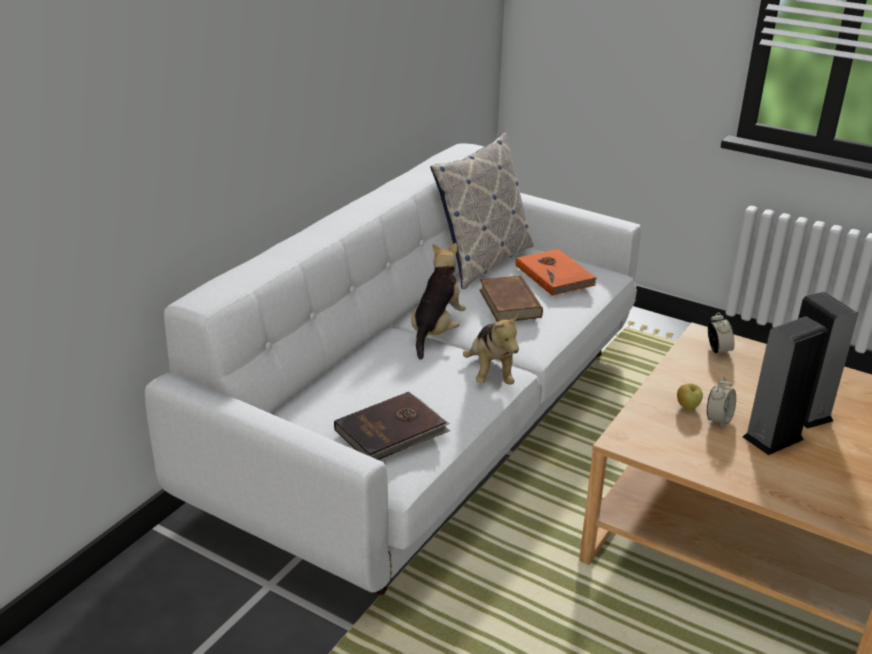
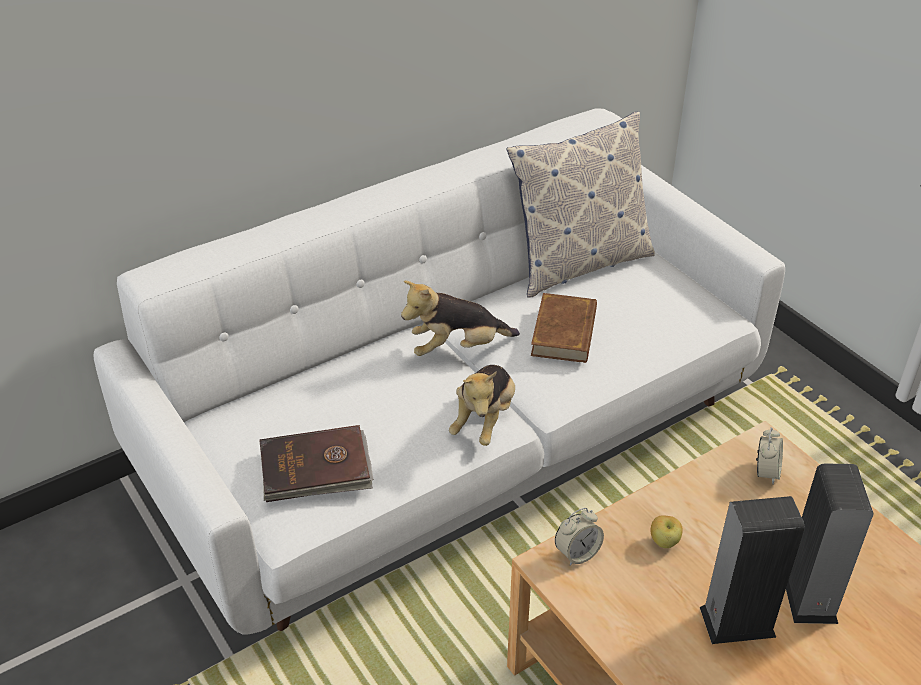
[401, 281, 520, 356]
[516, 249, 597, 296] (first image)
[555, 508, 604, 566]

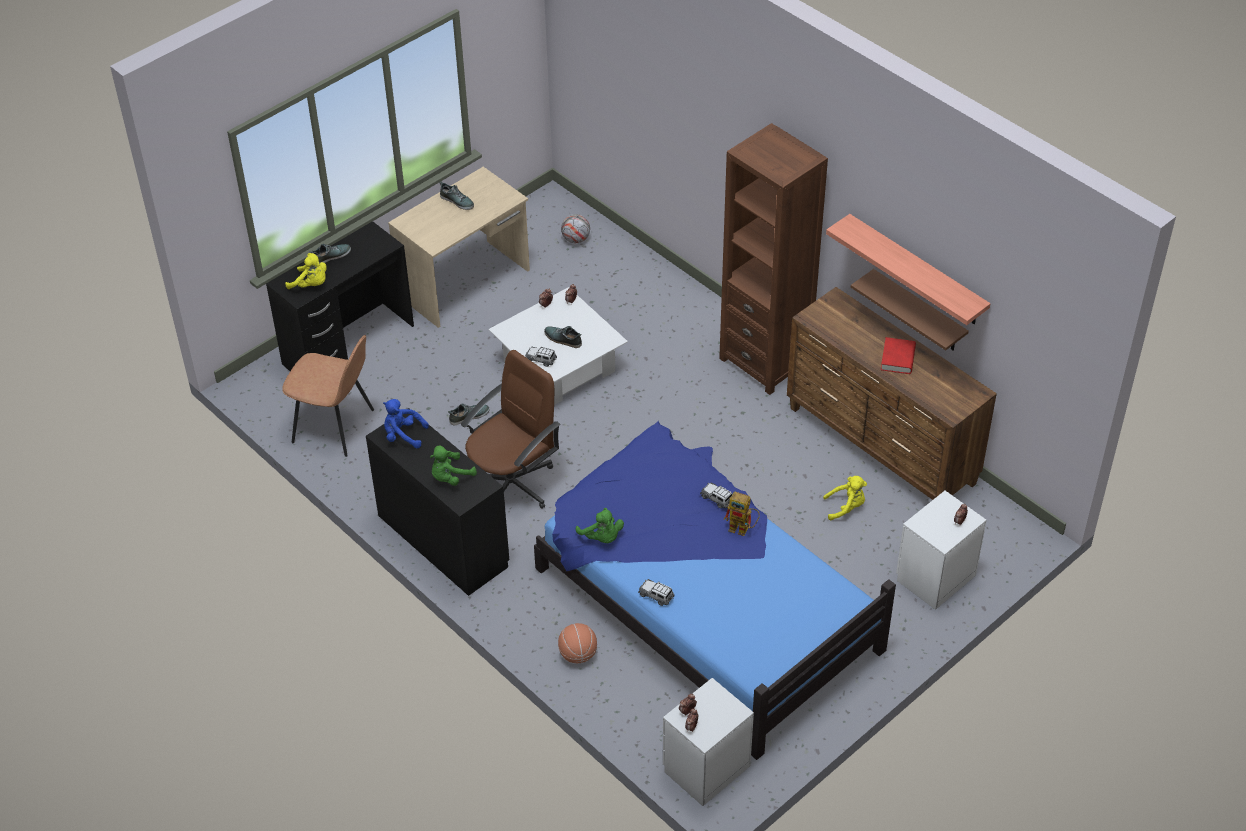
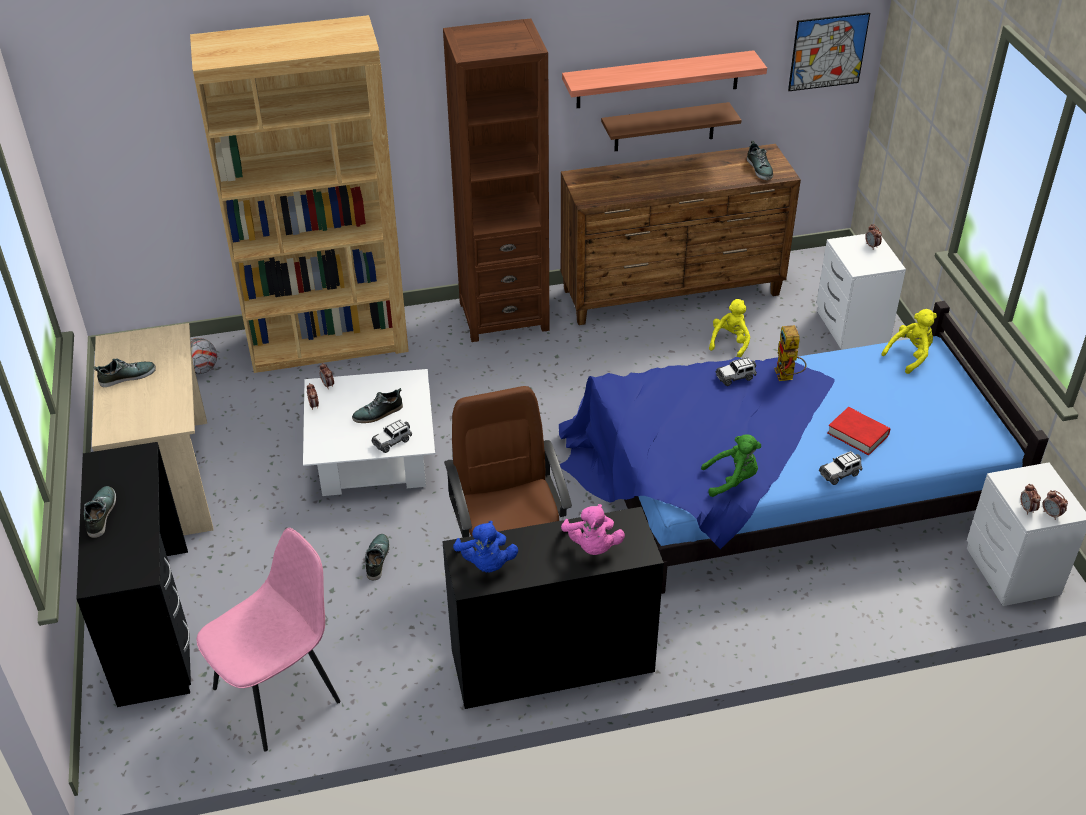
[196, 528, 341, 752]
[882, 309, 937, 374]
[453, 521, 518, 573]
[561, 504, 625, 555]
[558, 623, 597, 663] (first image)
[774, 325, 807, 381]
[827, 407, 890, 455]
[190, 15, 409, 373]
[747, 141, 773, 180]
[788, 12, 870, 91]

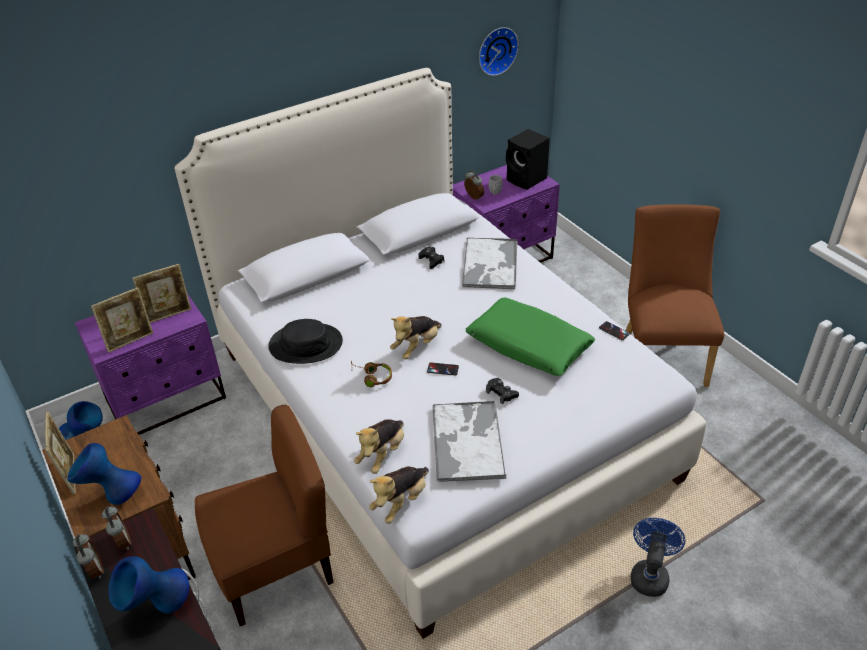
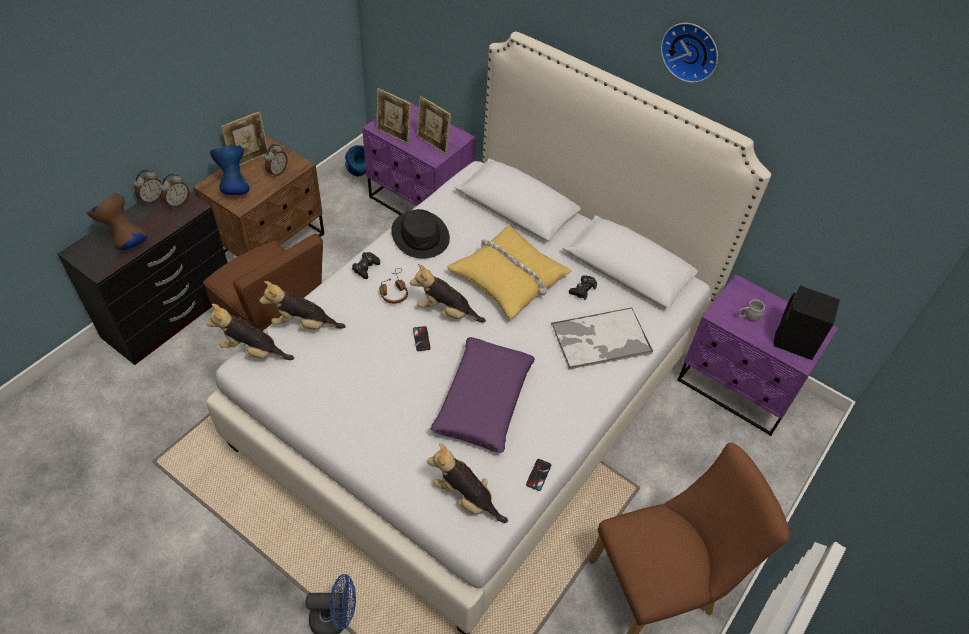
[86, 193, 147, 250]
[432, 401, 506, 483] (first image)
[264, 144, 288, 177]
[430, 337, 535, 453]
[661, 23, 718, 83]
[352, 252, 380, 279]
[427, 443, 508, 523]
[447, 225, 571, 319]

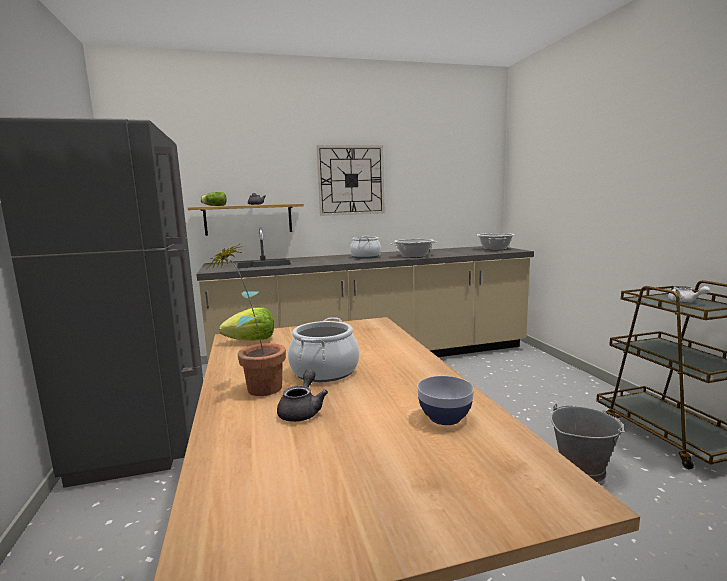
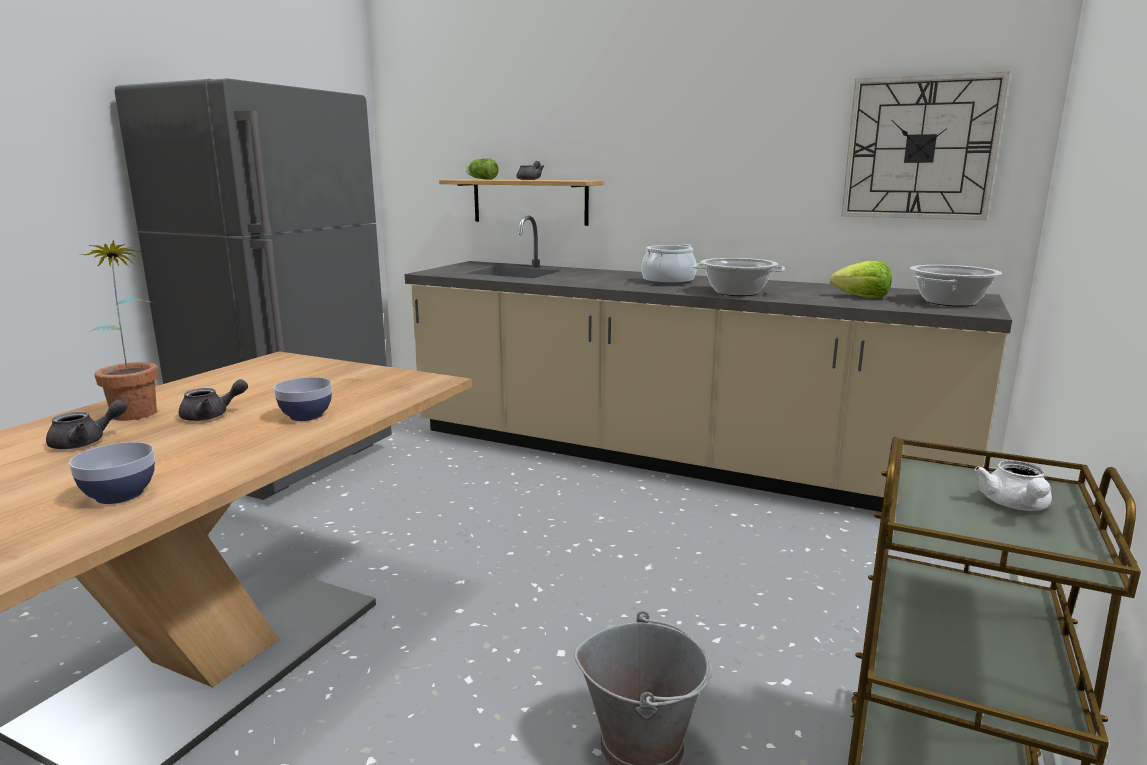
[830, 261, 892, 298]
[179, 379, 248, 421]
[841, 72, 1010, 220]
[273, 377, 332, 421]

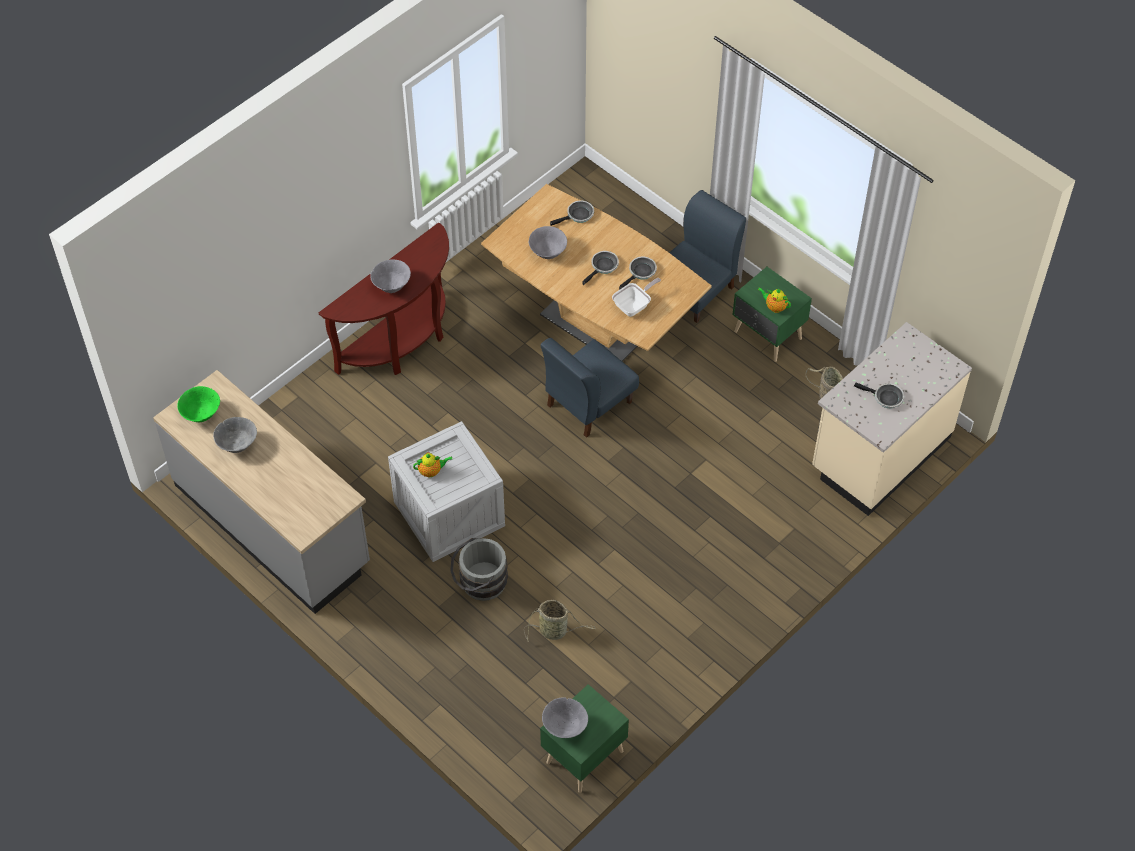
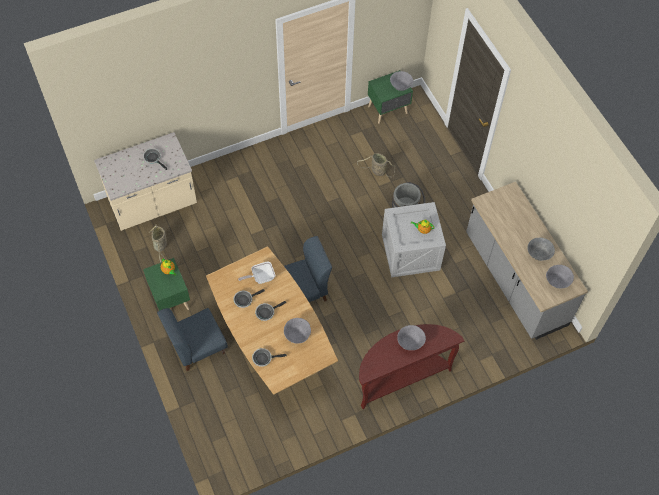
[546, 265, 574, 288]

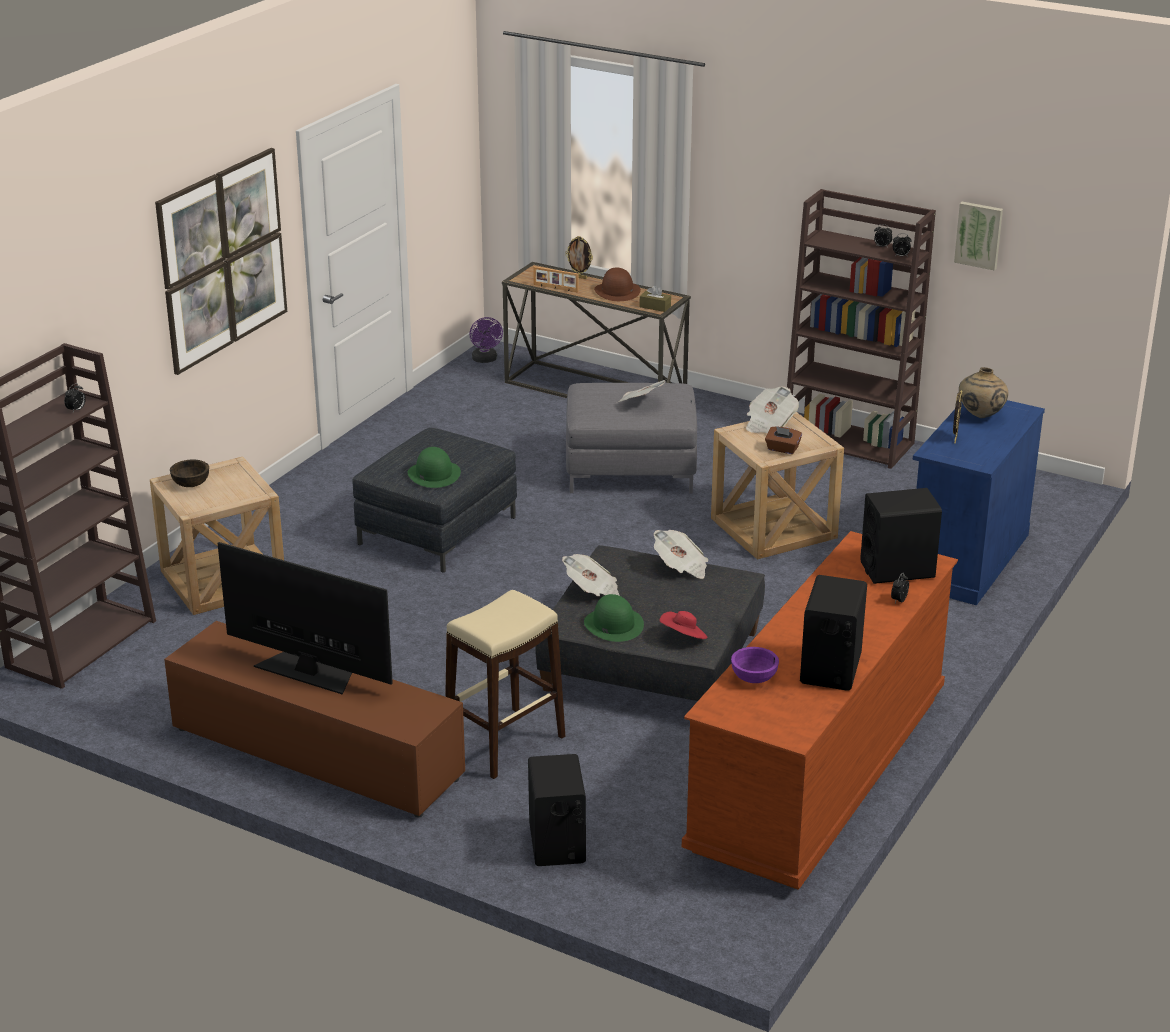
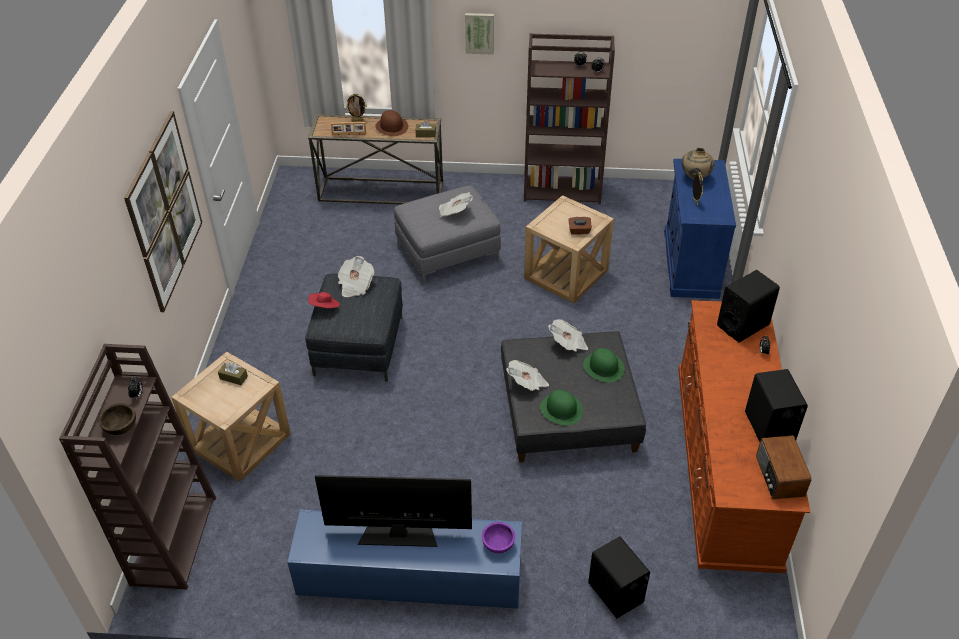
[287, 509, 522, 609]
[98, 403, 136, 435]
[583, 348, 624, 382]
[445, 590, 565, 779] (first image)
[470, 317, 503, 363] (first image)
[308, 292, 340, 308]
[482, 522, 515, 553]
[338, 256, 374, 297]
[465, 13, 494, 55]
[218, 362, 248, 385]
[756, 435, 811, 500]

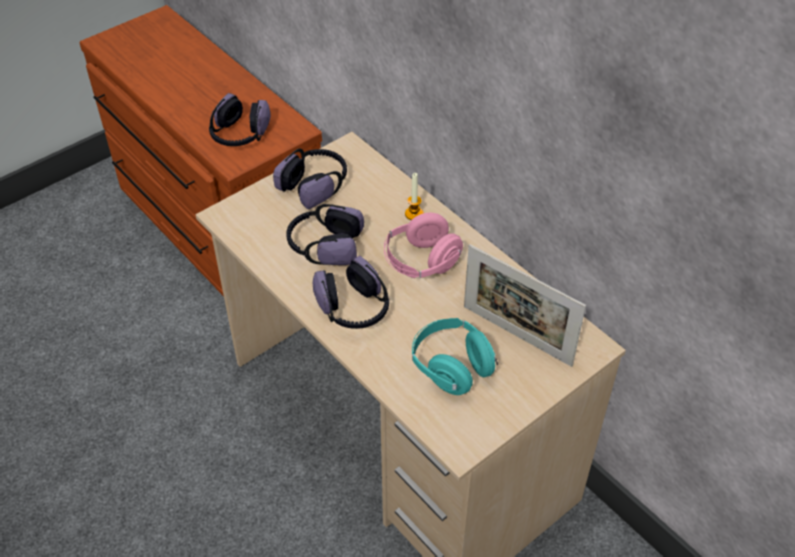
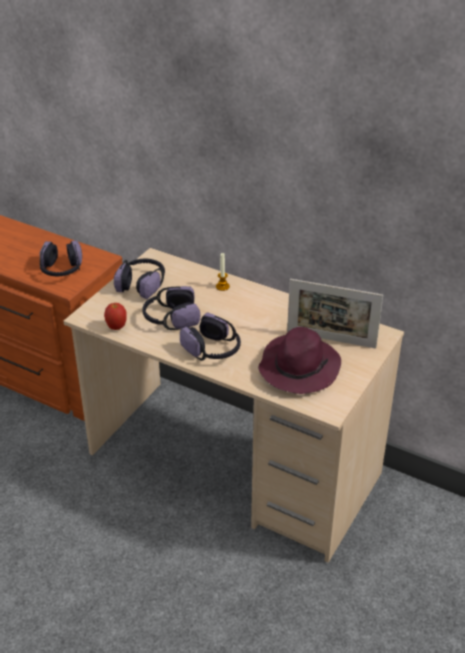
[384, 213, 463, 278] (first image)
[258, 327, 341, 394]
[104, 303, 127, 330]

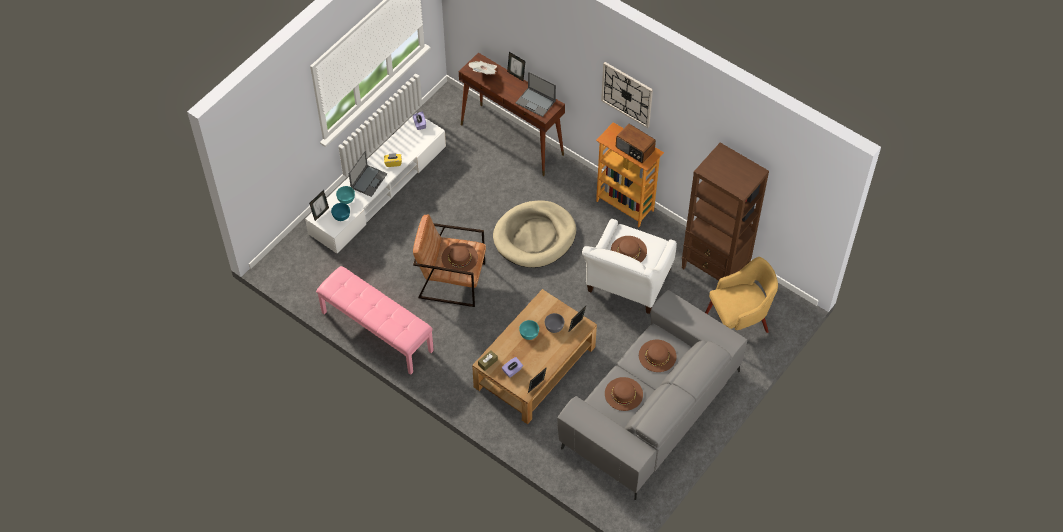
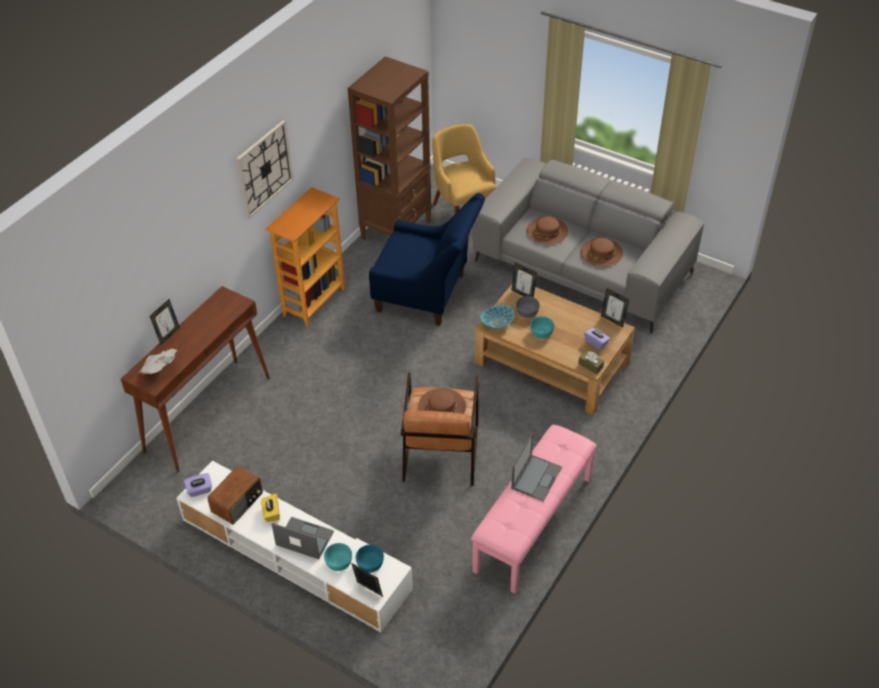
[493, 200, 576, 268] (first image)
[511, 433, 562, 502]
[369, 193, 485, 326]
[611, 236, 647, 262] (first image)
[207, 466, 263, 525]
[480, 305, 514, 329]

